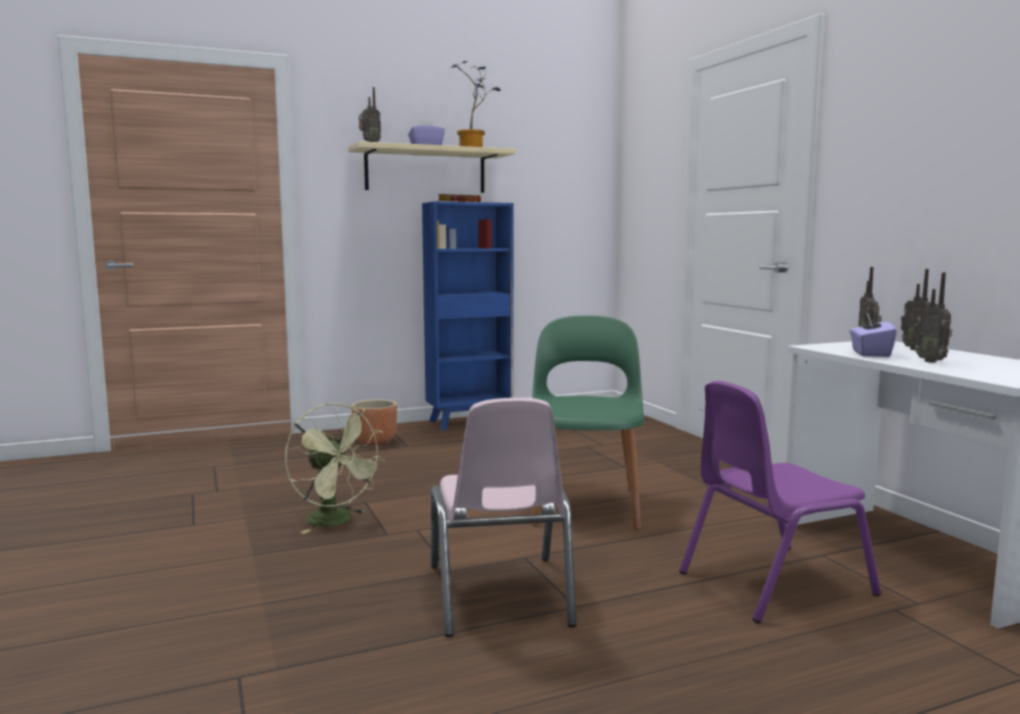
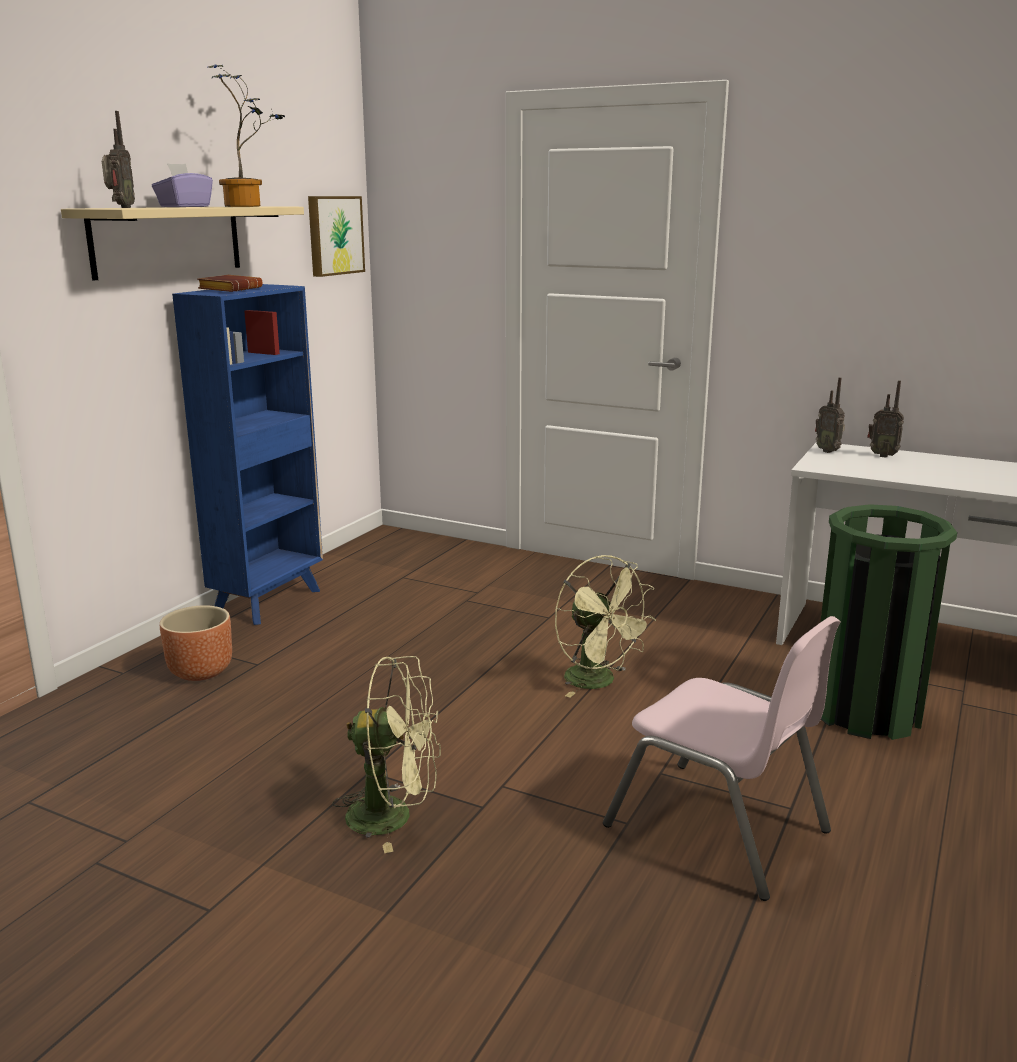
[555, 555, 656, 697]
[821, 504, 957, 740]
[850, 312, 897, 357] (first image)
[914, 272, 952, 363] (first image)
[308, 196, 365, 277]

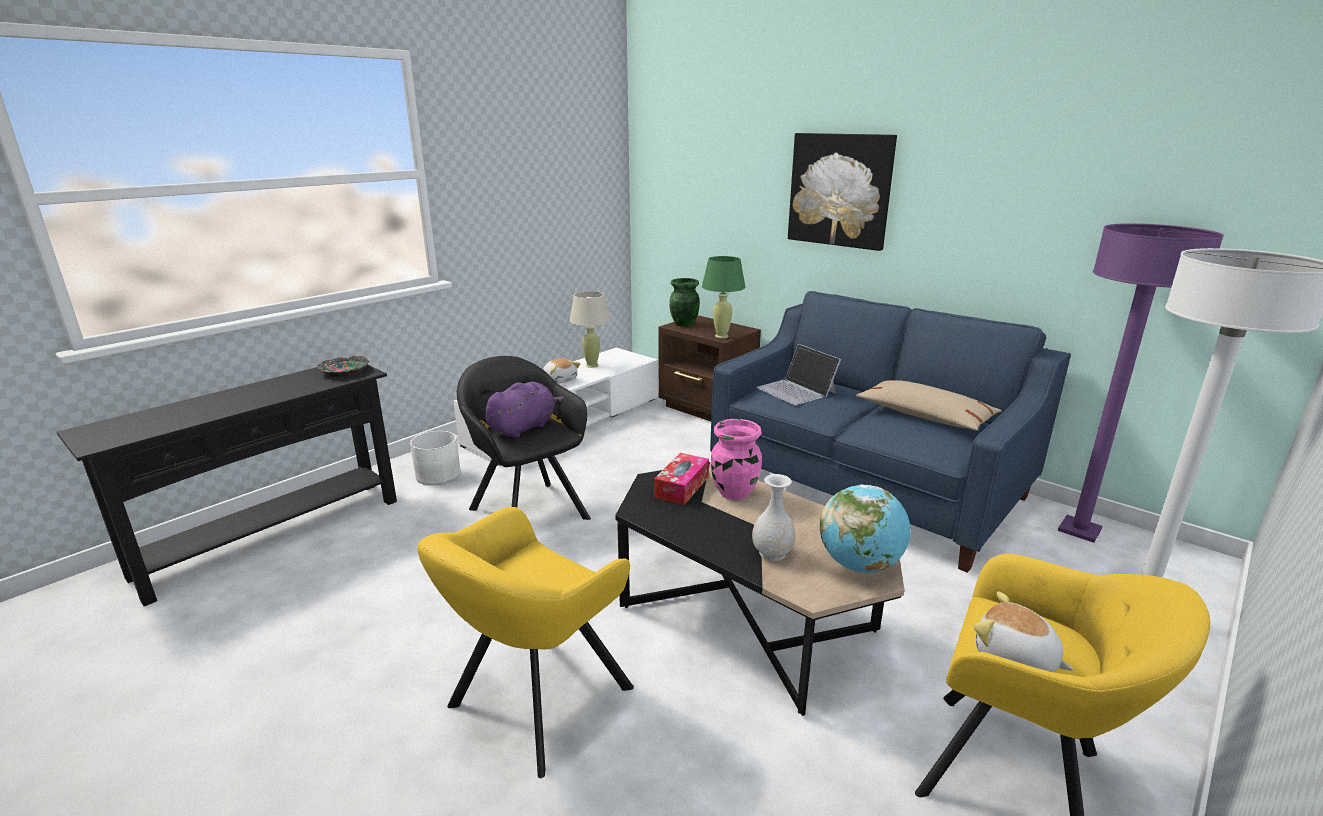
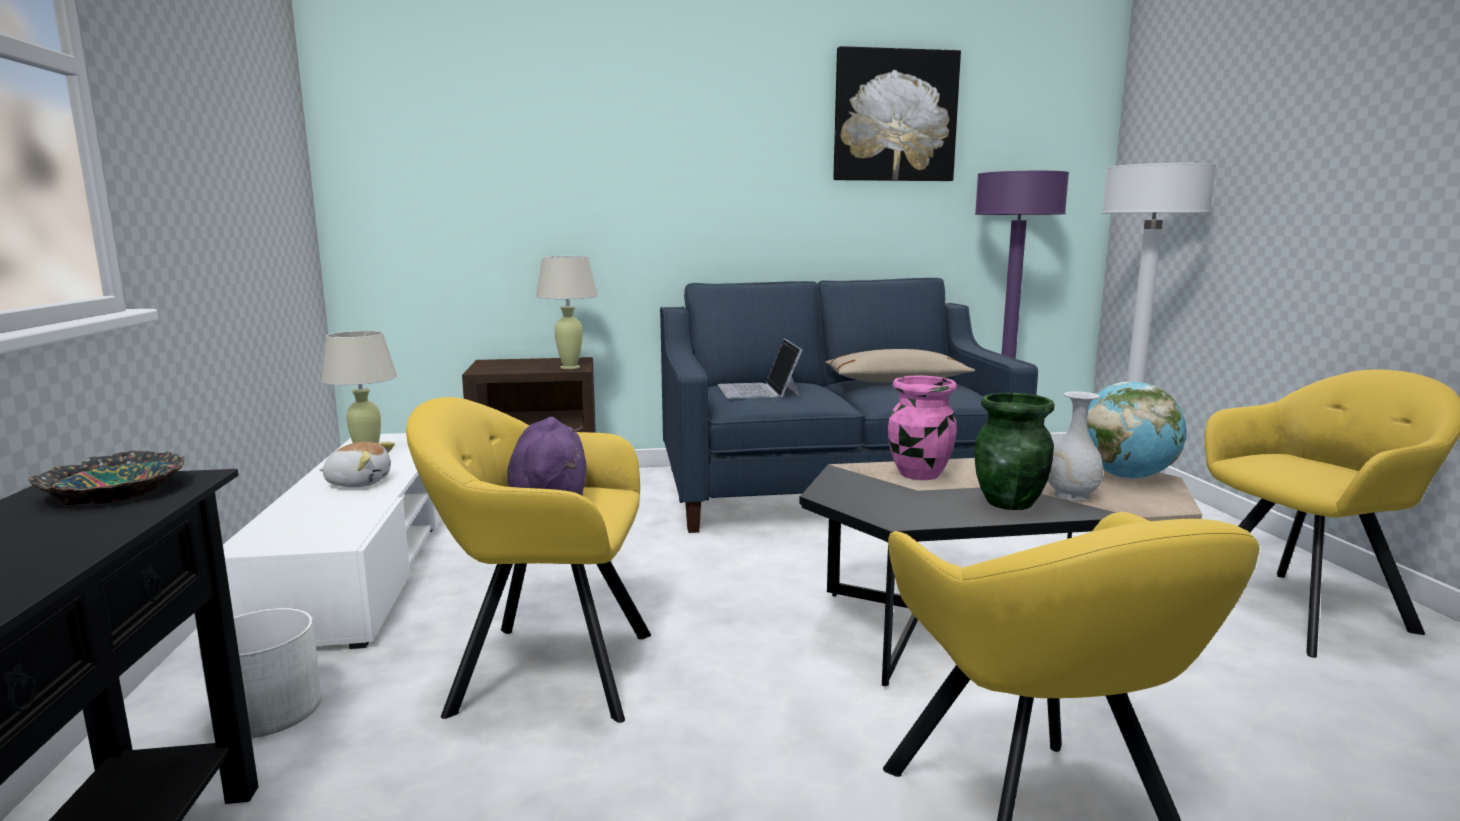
[406, 397, 651, 723]
[654, 453, 709, 505] (first image)
[975, 393, 1054, 510]
[536, 256, 598, 369]
[718, 339, 802, 399]
[833, 46, 961, 181]
[974, 591, 1074, 672] (first image)

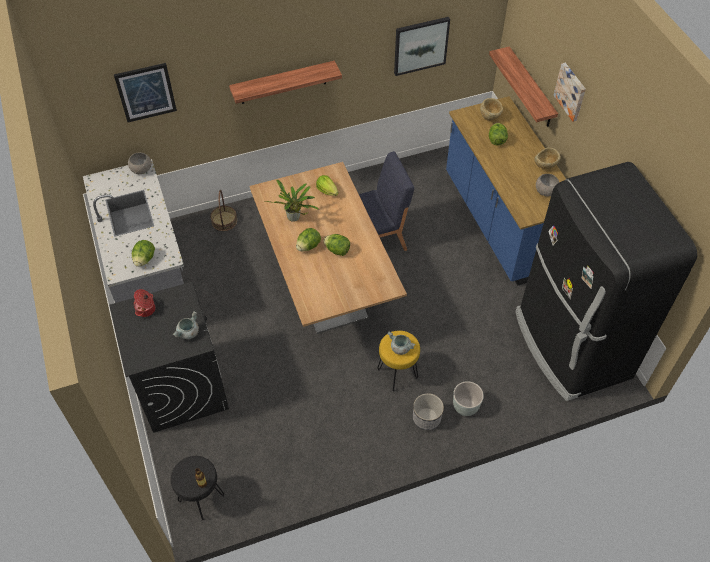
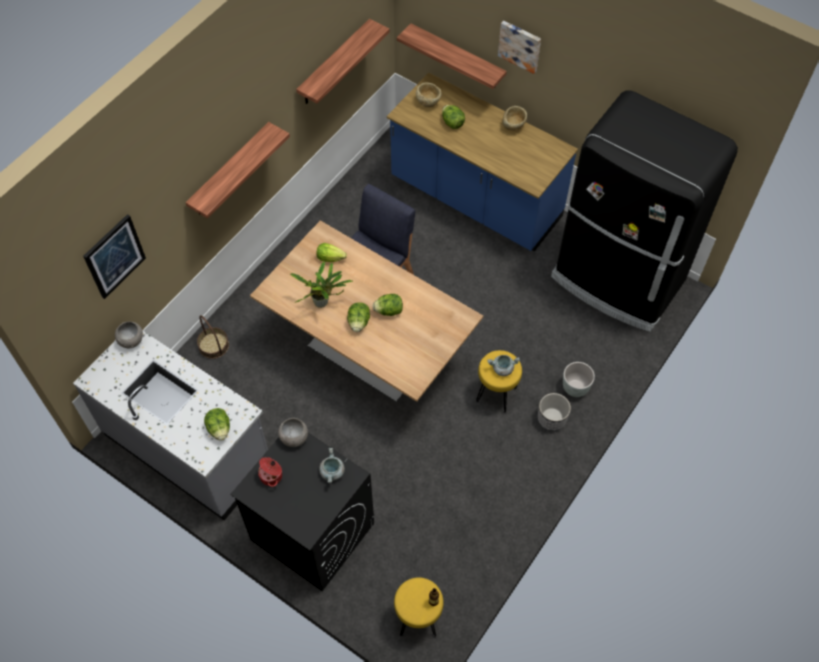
[394, 577, 444, 637]
[296, 19, 390, 104]
[278, 418, 308, 447]

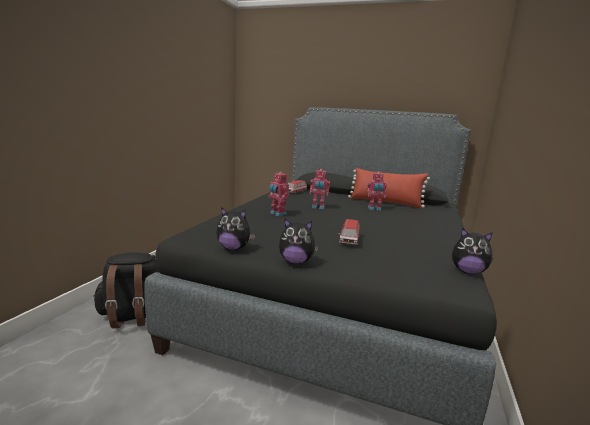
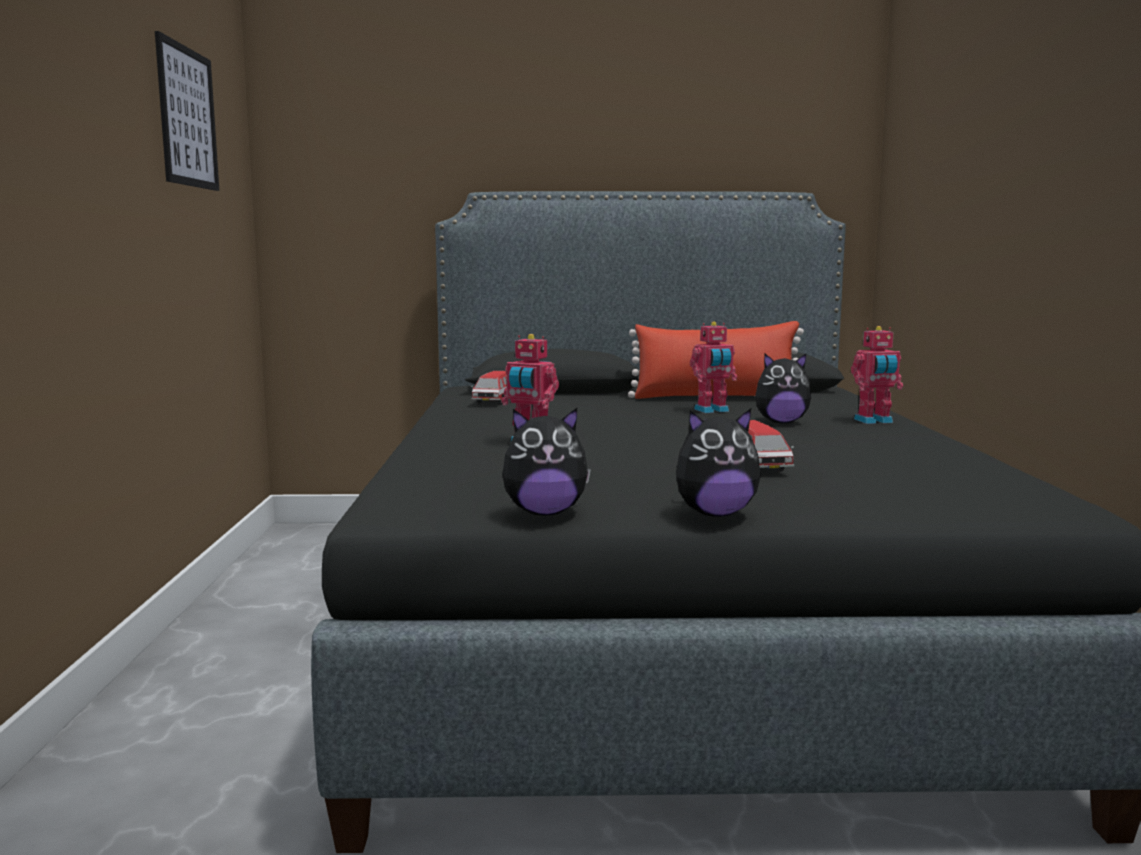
[93, 252, 159, 328] (first image)
[851, 326, 903, 424]
[755, 354, 812, 423]
[155, 31, 219, 191]

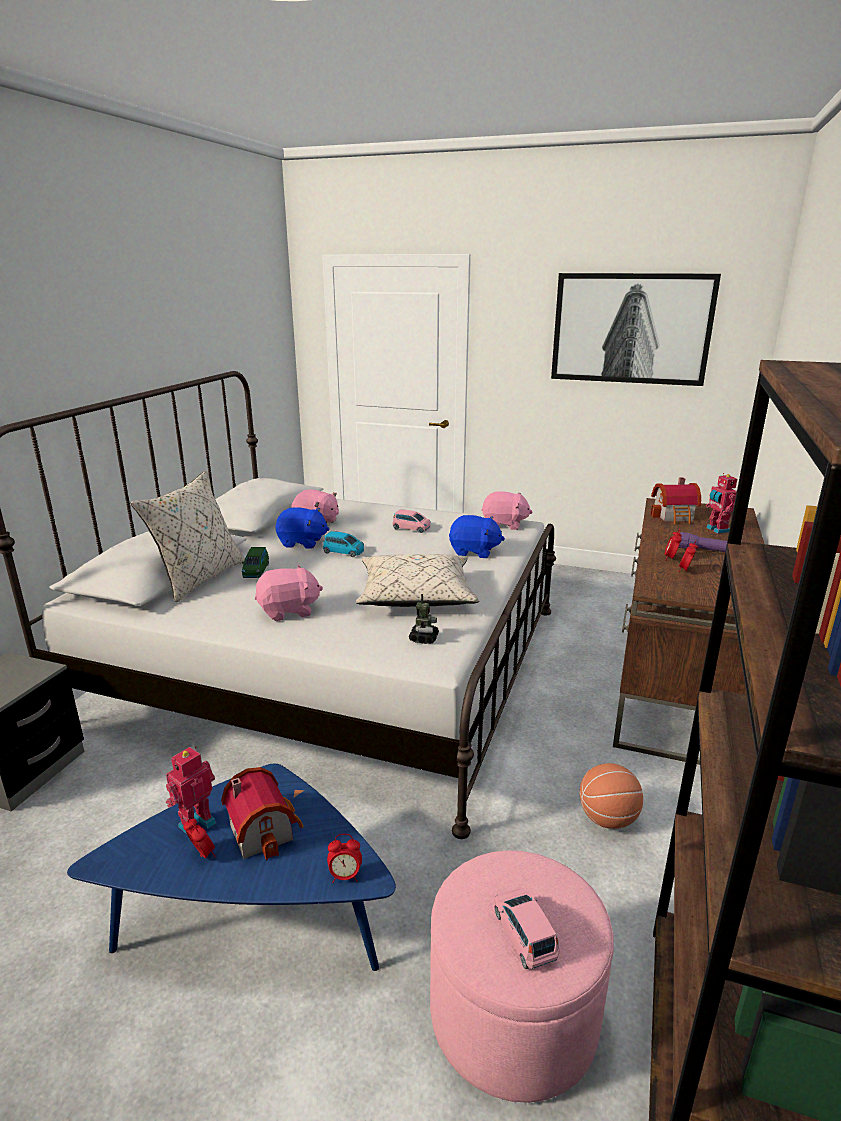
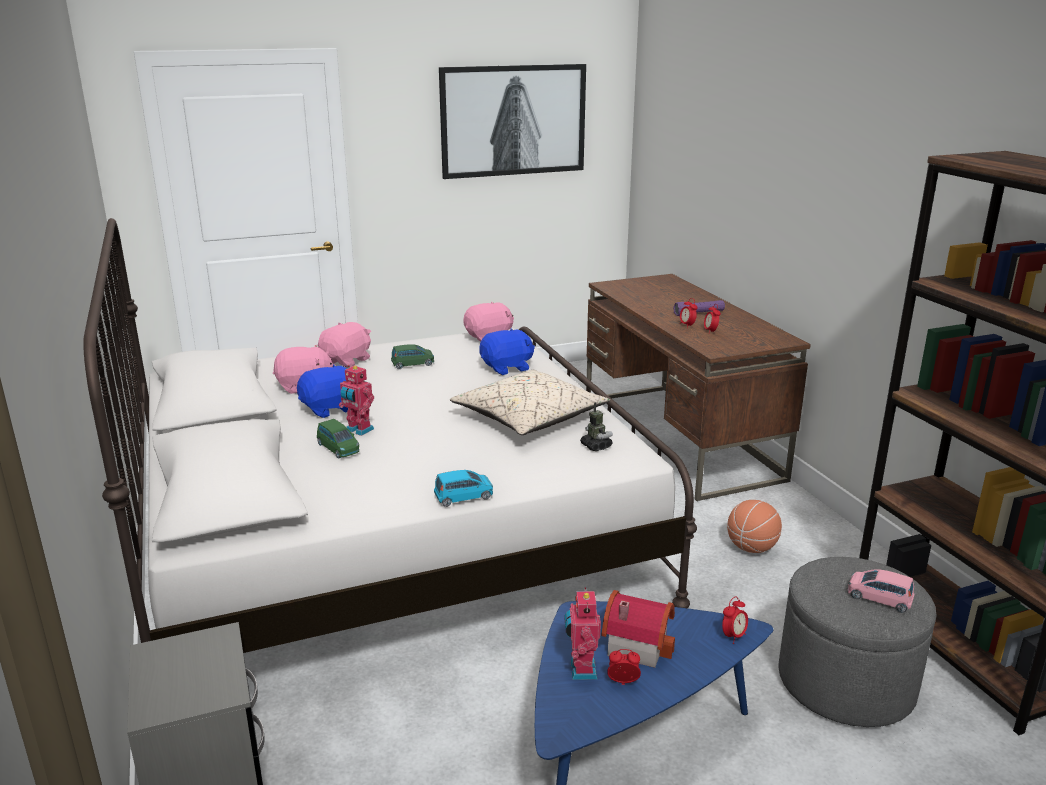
[131, 471, 245, 603] (first image)
[318, 322, 371, 367]
[434, 470, 493, 507]
[391, 344, 434, 369]
[778, 557, 936, 727]
[650, 477, 701, 524] (first image)
[339, 365, 374, 436]

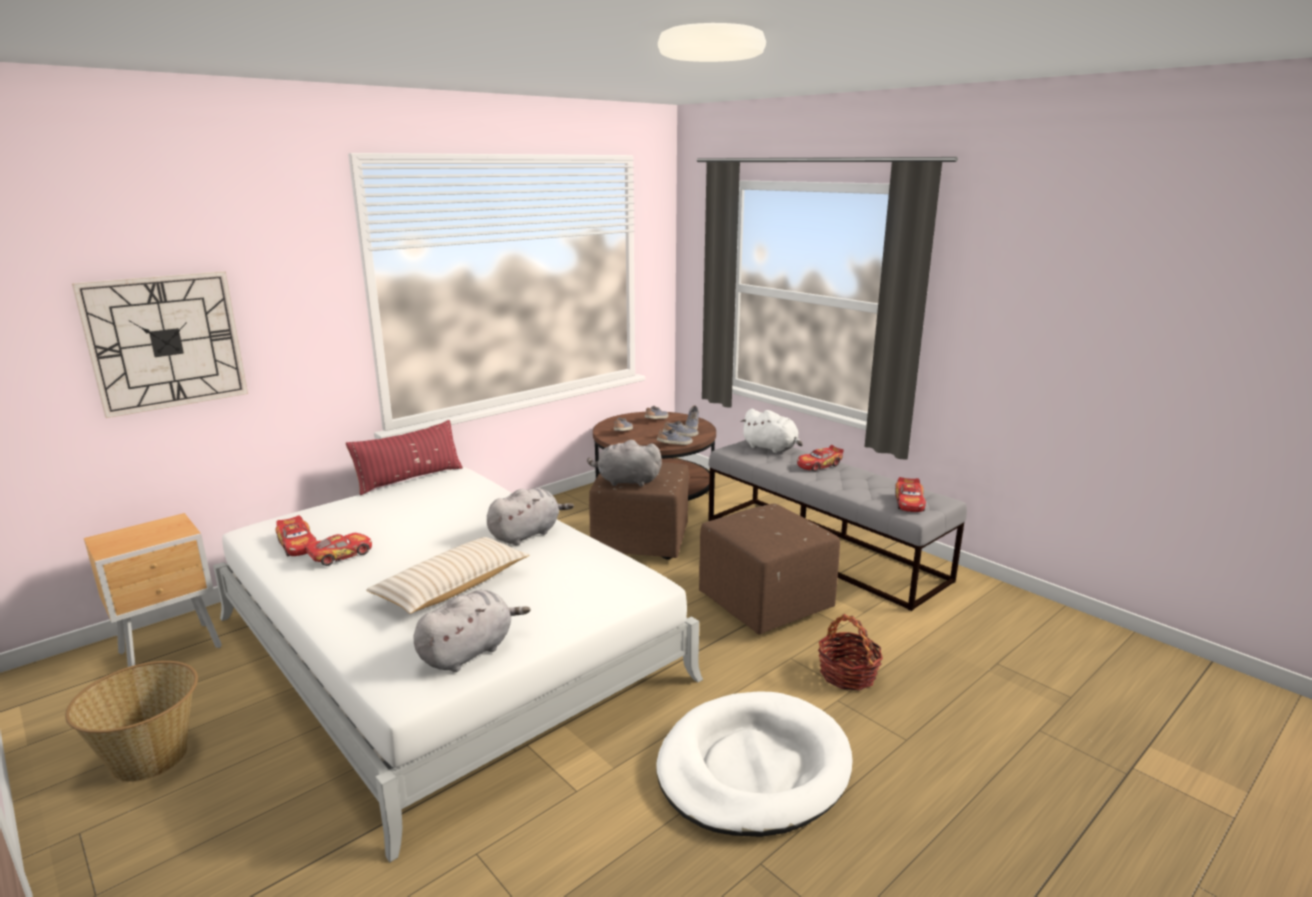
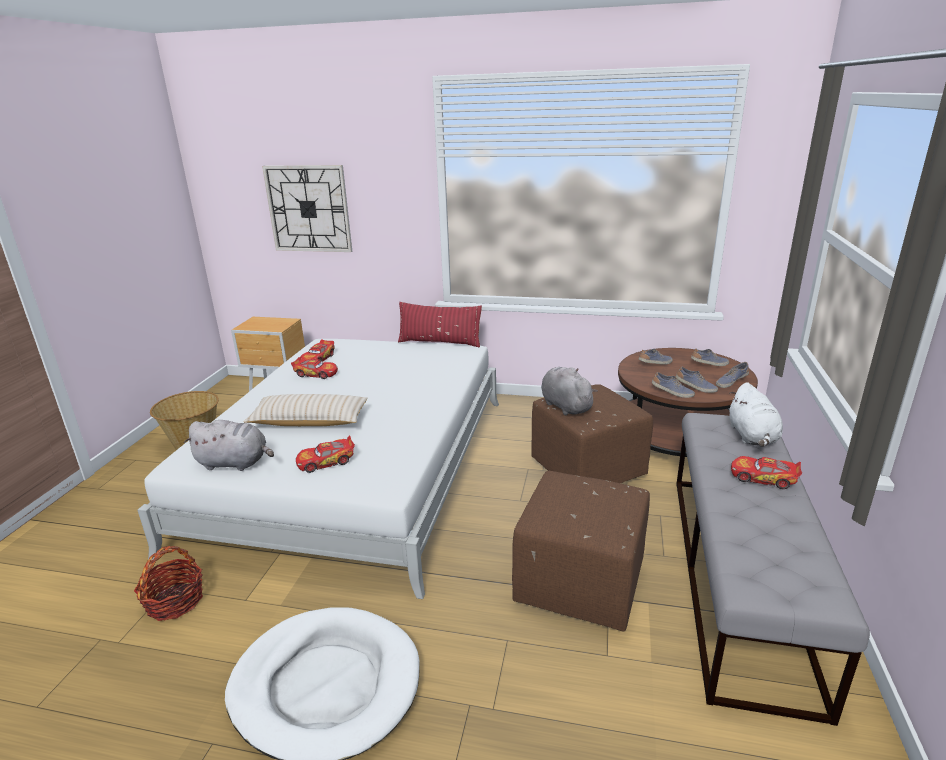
[487, 488, 574, 545] (first image)
[134, 546, 203, 621]
[296, 436, 355, 473]

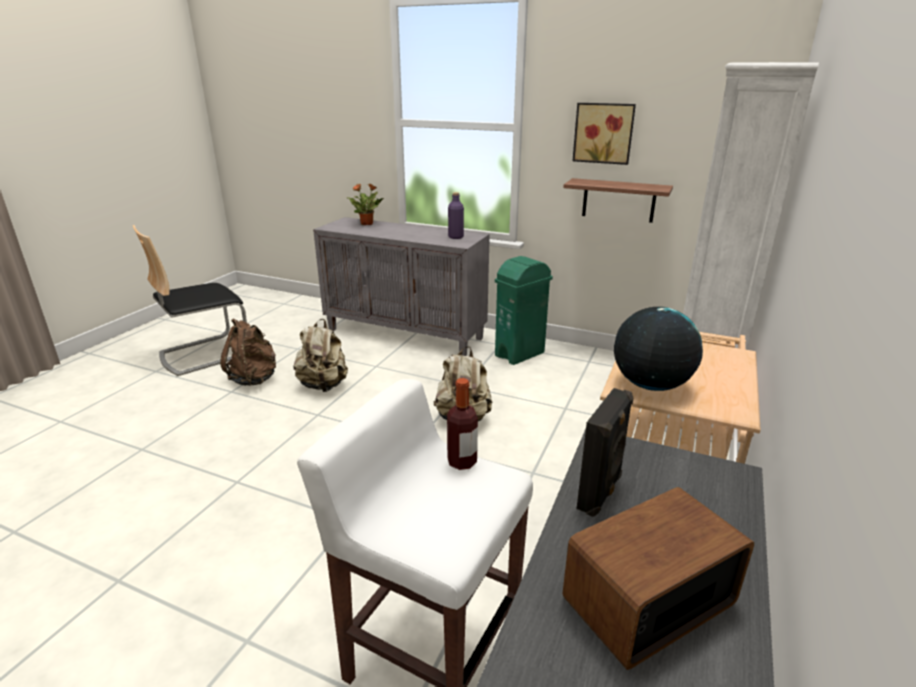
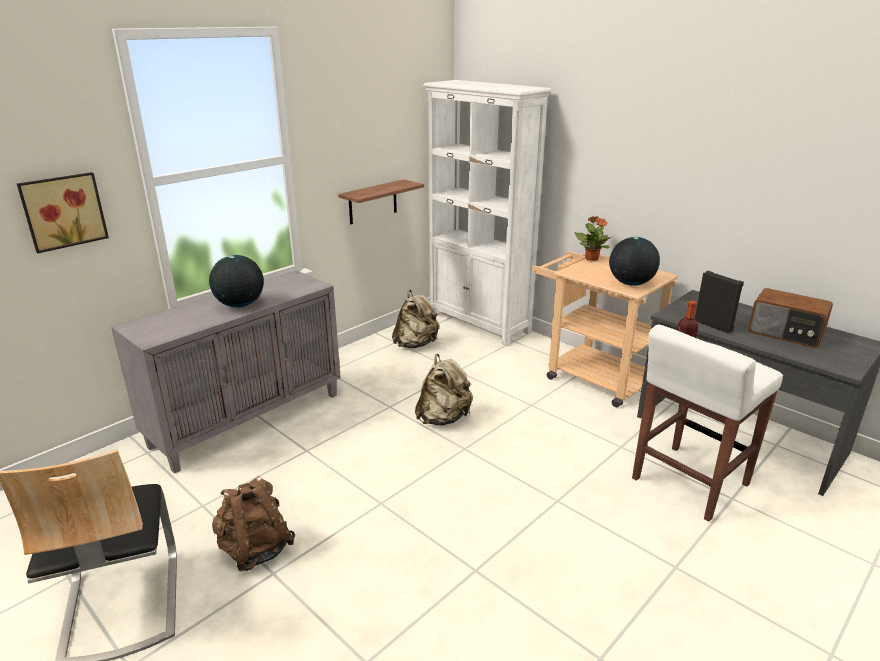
[392, 290, 440, 348]
[575, 216, 611, 261]
[448, 192, 464, 239] (first image)
[495, 256, 553, 365] (first image)
[748, 288, 833, 348]
[17, 172, 109, 253]
[209, 255, 264, 307]

